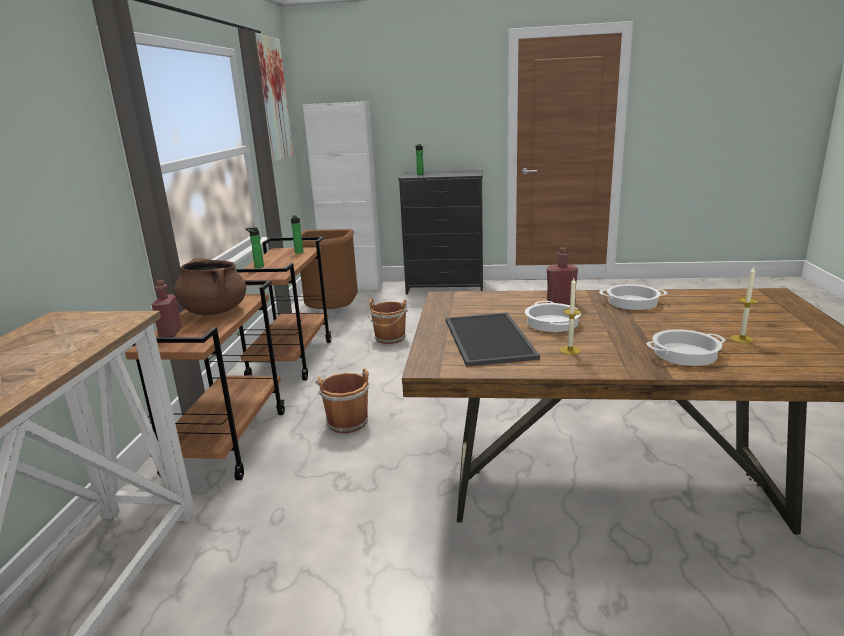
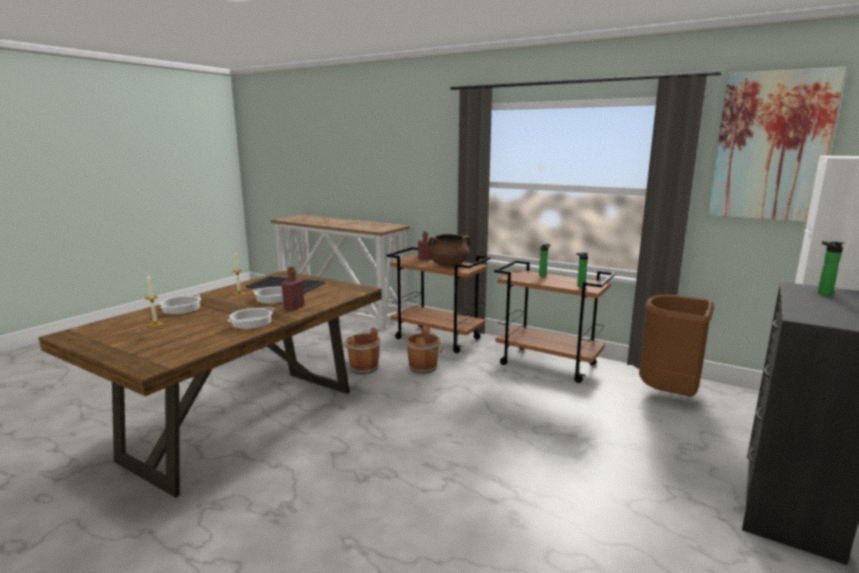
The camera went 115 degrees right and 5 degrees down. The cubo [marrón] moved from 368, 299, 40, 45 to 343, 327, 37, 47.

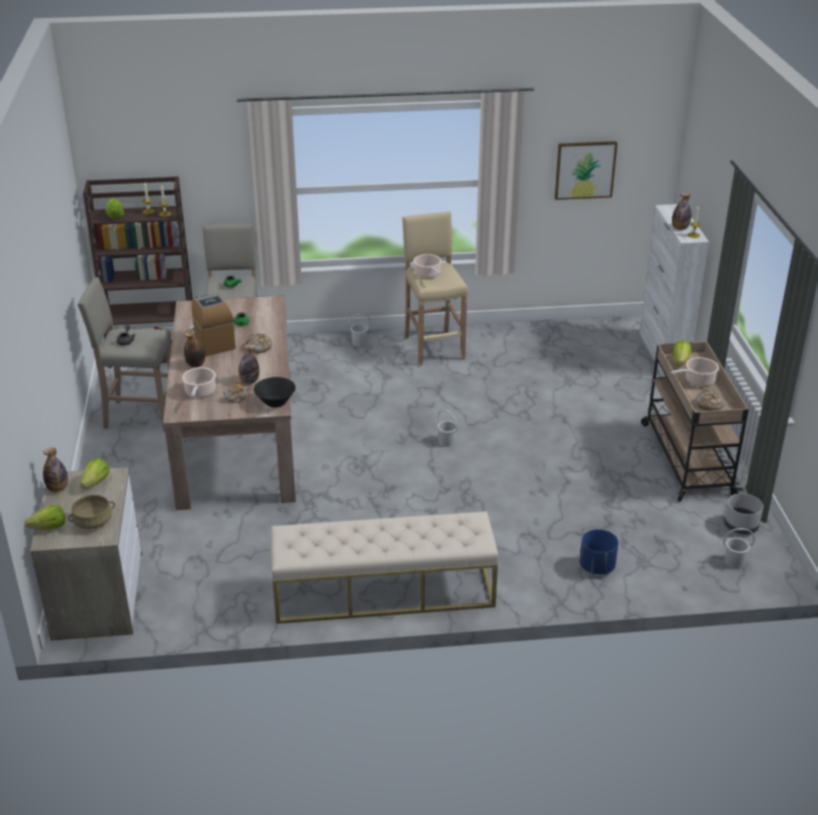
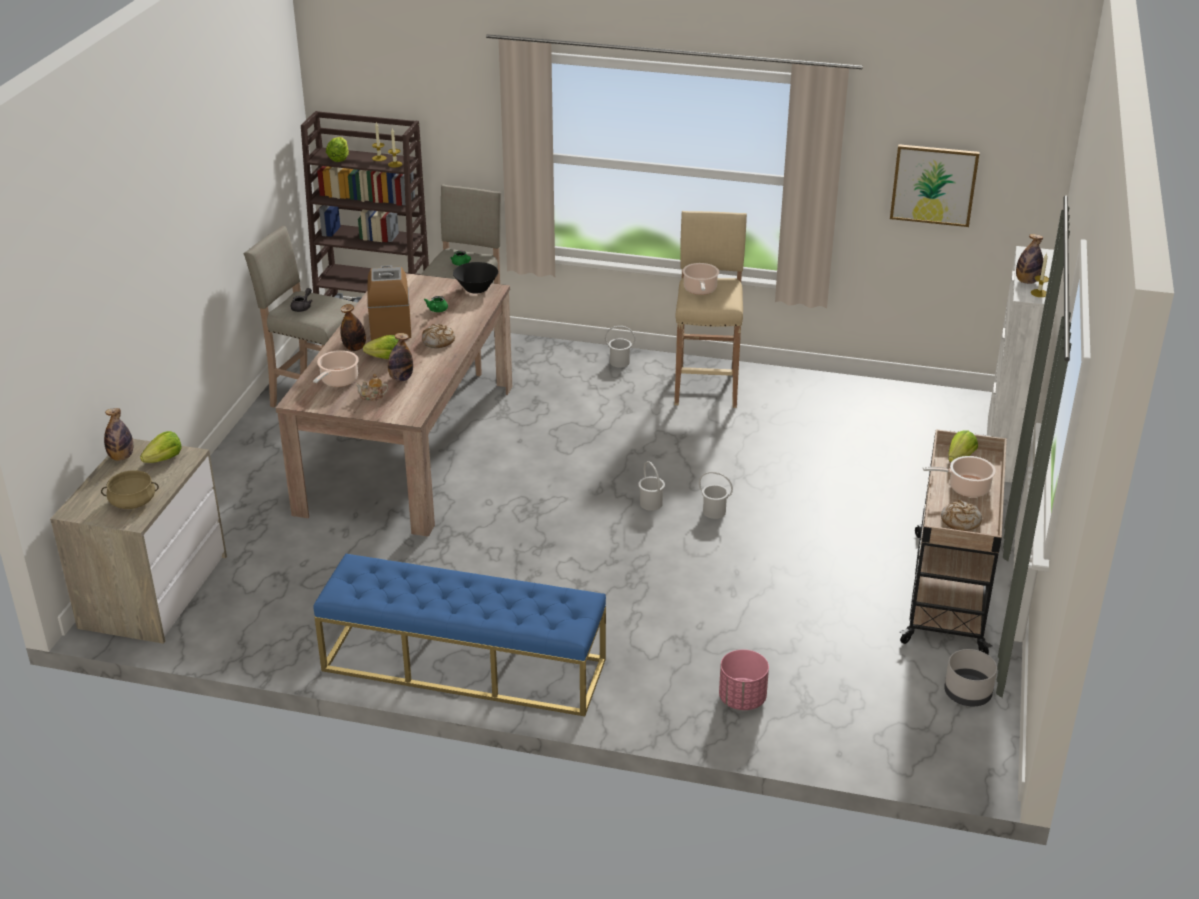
The camera went 20 degrees right and 0 degrees up. The lechuga moved from 25, 505, 40, 25 to 363, 335, 36, 24. The cuenco [negro] moved from 254, 377, 42, 31 to 453, 262, 45, 32. The cubo [blanco] moved from 723, 528, 32, 40 to 699, 471, 34, 48. The banco [beis] at 271, 511, 227, 113 became the banco [azul] at 314, 554, 292, 162. The maceta [azul] at 580, 529, 39, 46 became the maceta [rosa] at 719, 650, 50, 60.

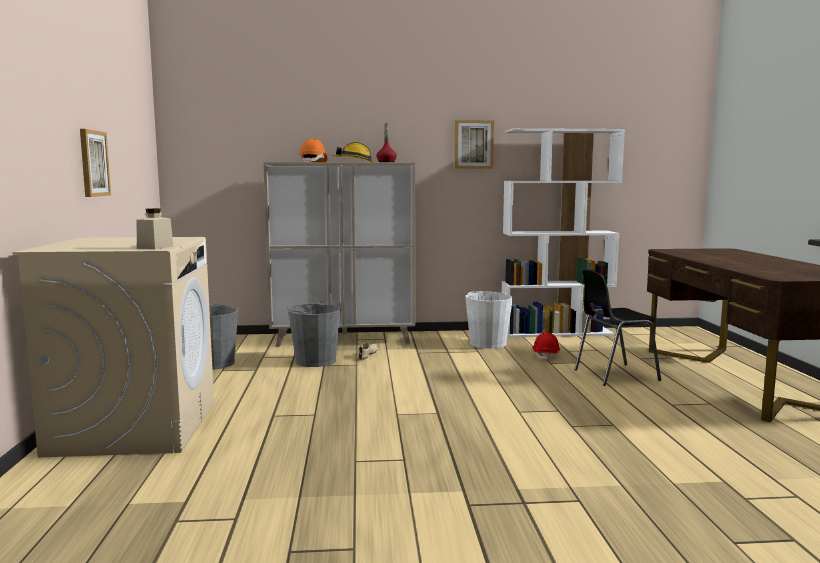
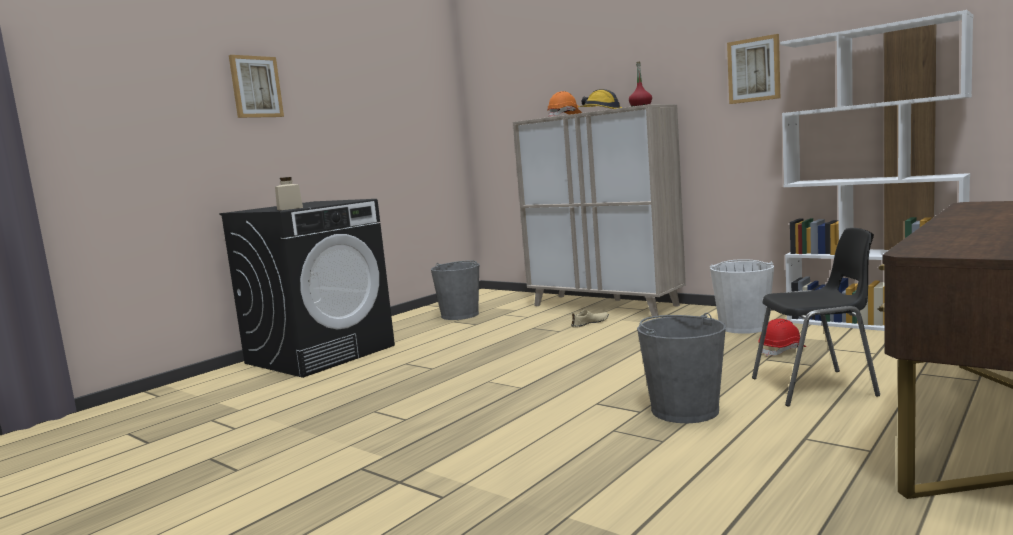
The camera went 45 degrees right and 0 degrees up. The cuadro moved from 80, 129, 31, 68 to 229, 55, 55, 63. The cubo [gris] moved from 287, 301, 54, 66 to 637, 313, 89, 110. The lavadora [beis] at 12, 237, 202, 220 became the lavadora [negro] at 219, 199, 176, 179. The silla [negro] at 574, 269, 87, 117 turned 150 degrees clockwise.

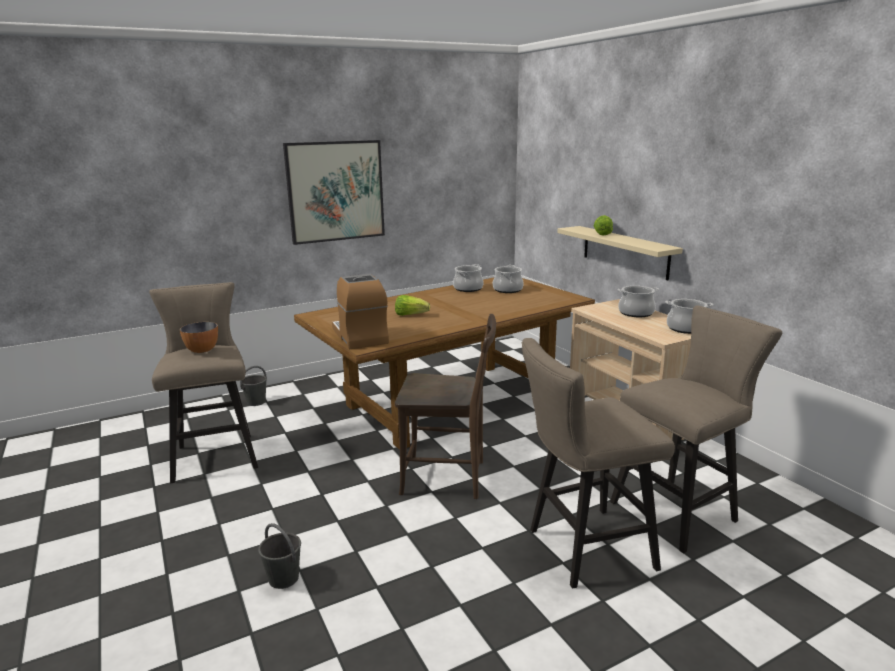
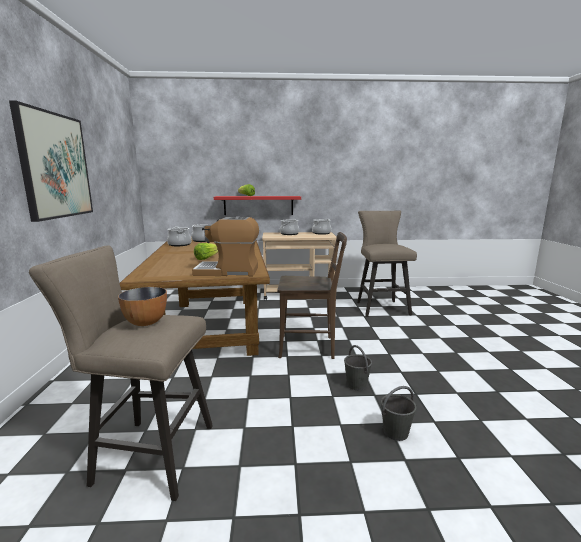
The camera went 65 degrees left and 5 degrees down. The taburete [beis] at 522, 338, 153, 251 disappeared. The cubo [gris] moved from 240, 366, 27, 40 to 344, 345, 28, 45. The estante [beis] at 557, 226, 126, 54 became the estante [rojo] at 214, 196, 87, 19. The silla [marrón] at 395, 314, 101, 185 turned 60 degrees clockwise.

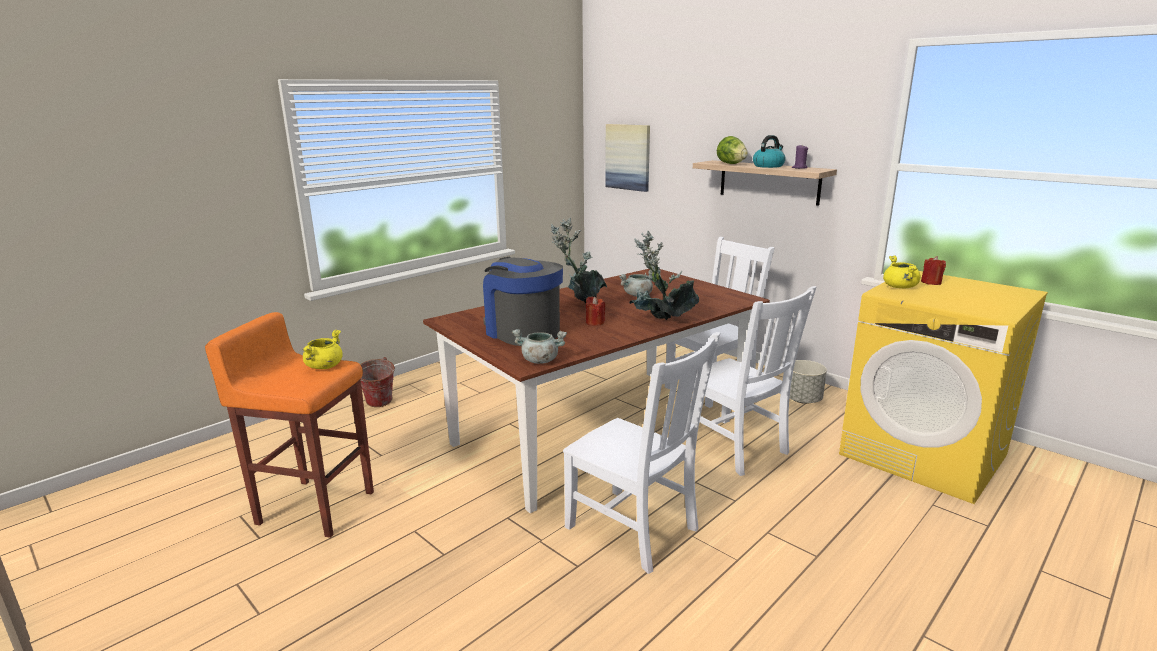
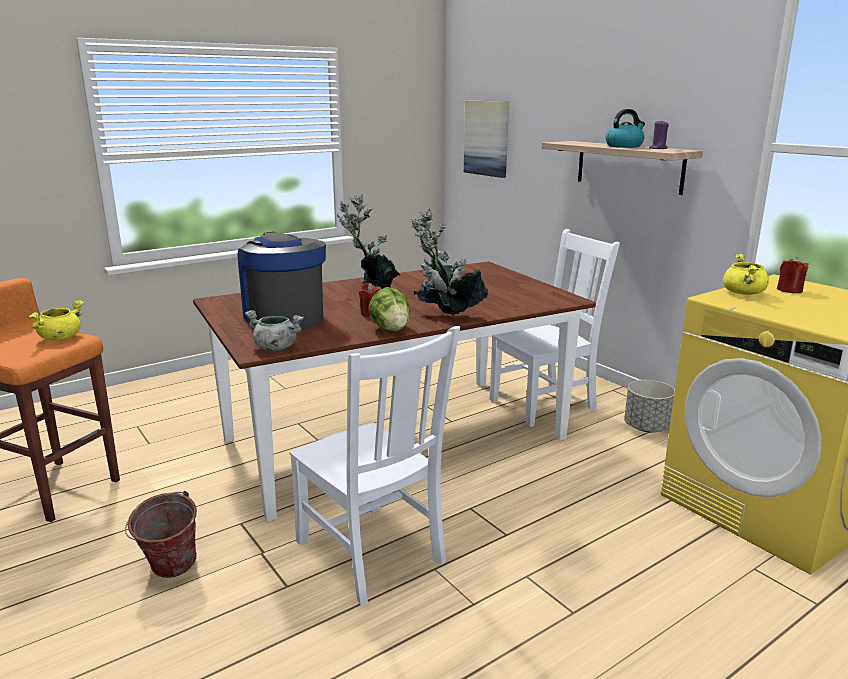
The camera went 10 degrees right and 0 degrees up. The silla [blanco] at 685, 286, 131, 190 disappeared. The cubo moved from 360, 357, 35, 50 to 125, 491, 72, 87. The lechuga moved from 717, 136, 31, 28 to 368, 287, 42, 45.

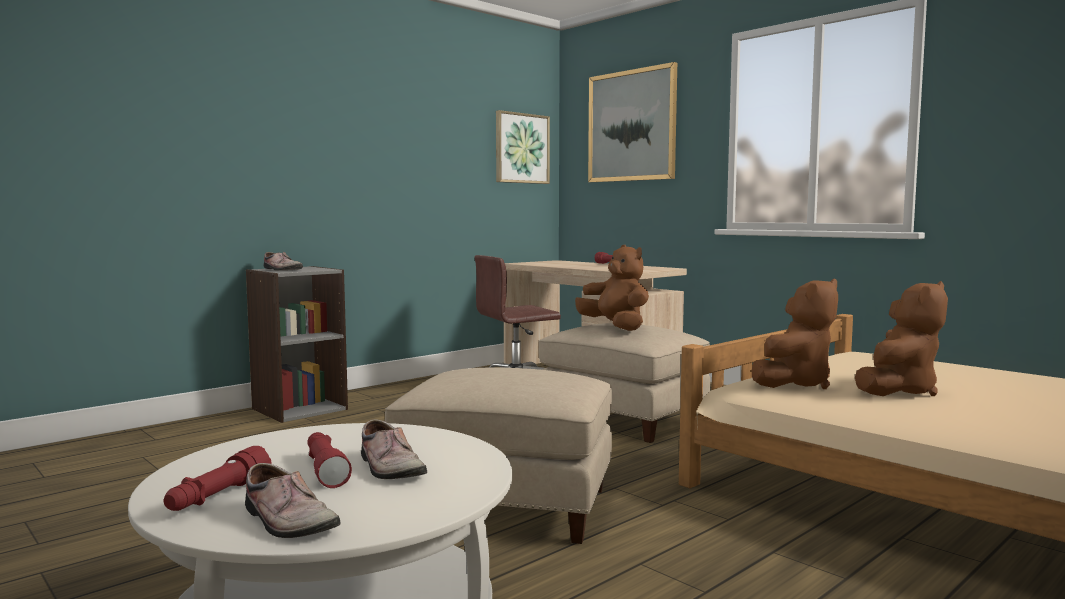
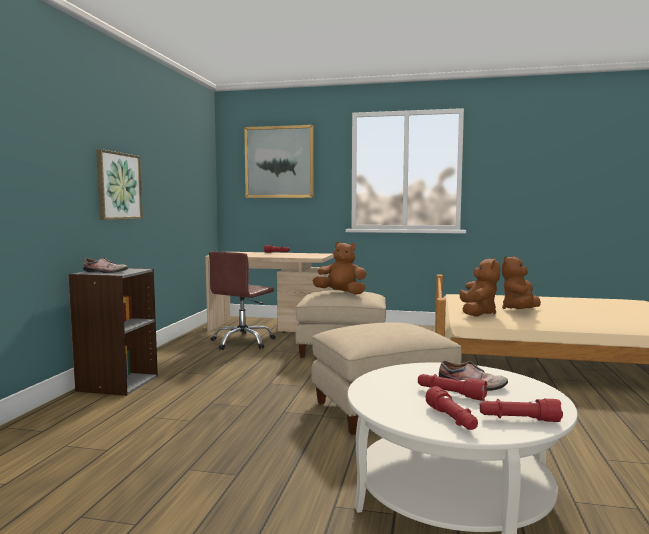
The camera went 35 degrees left and 0 degrees up. The cuadro moved from 496, 110, 54, 74 to 96, 149, 47, 71. The zapato at 245, 463, 96, 75 was replaced by the linterna [rojo] at 479, 399, 84, 23. The peluche [marrón] at 855, 281, 93, 115 turned 150 degrees counterclockwise.

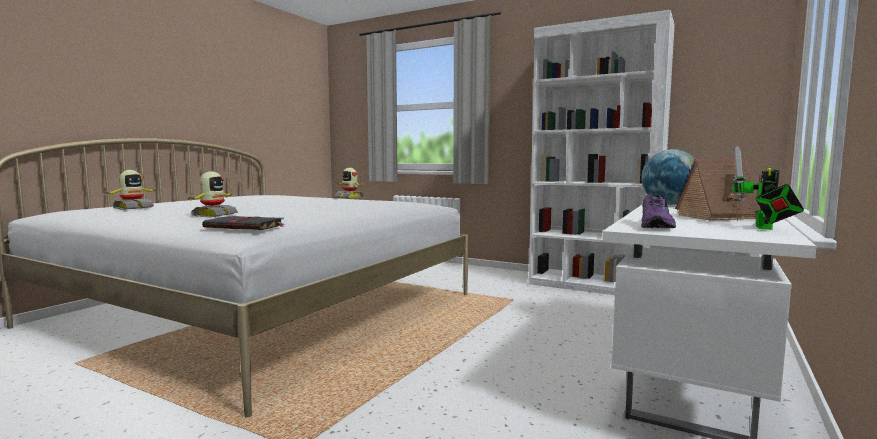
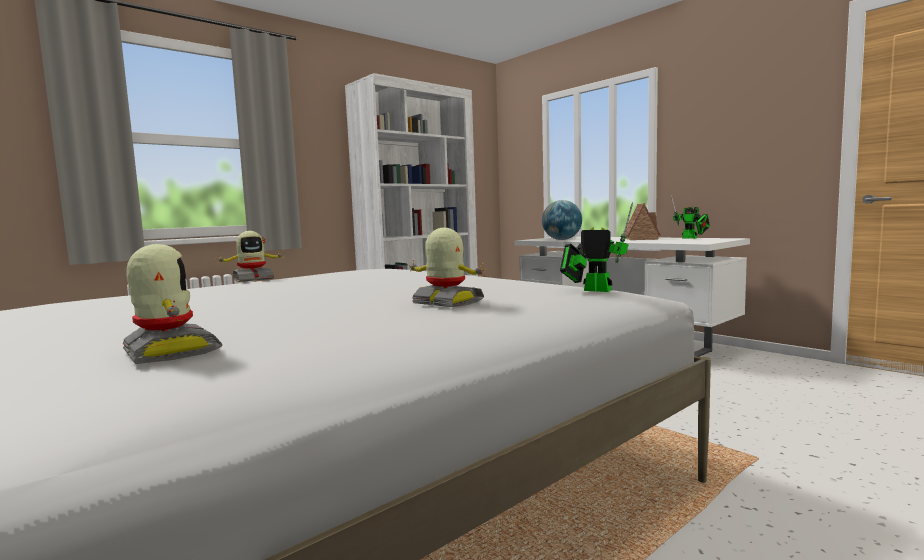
The camera went 70 degrees left and 0 degrees up. The zapato [morado] at 641, 193, 35, 35 disappeared. The libro [negro] at 202, 215, 83, 15 was replaced by the robot de juguete at 560, 202, 73, 90.

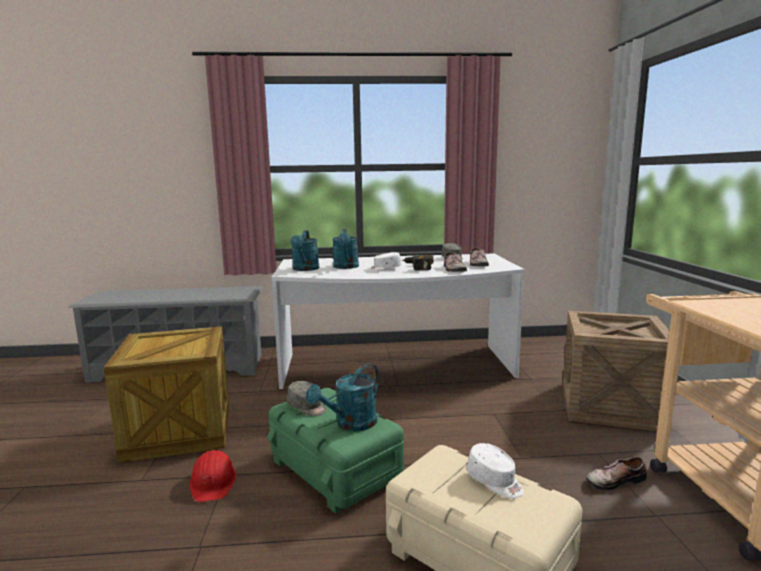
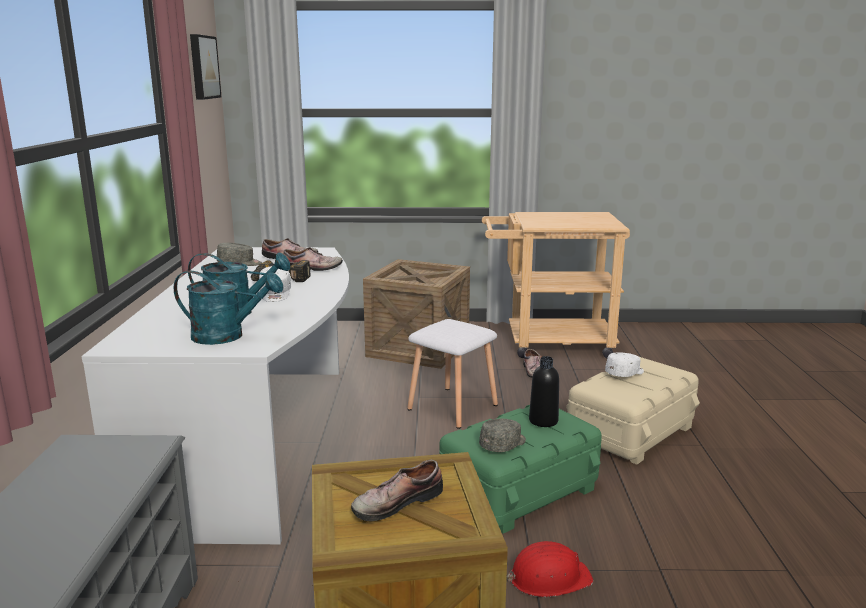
The camera went 85 degrees left and 5 degrees up. The cuadro at 190, 34, 31, 66 appeared. The zapato at 351, 460, 92, 61 appeared. The taburete [blanco] at 407, 319, 91, 110 appeared. The regadera [turquesa] at 306, 363, 73, 68 was replaced by the botella [negro] at 529, 356, 30, 71.

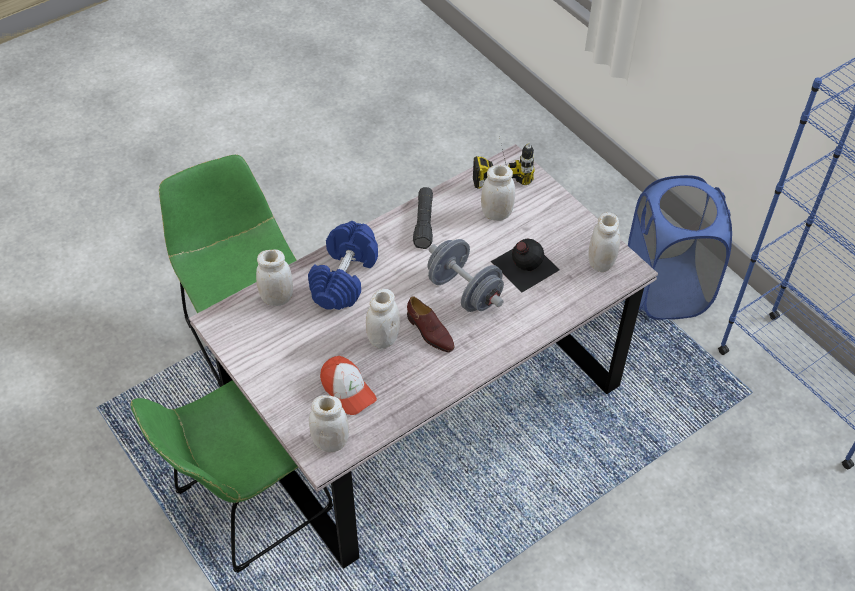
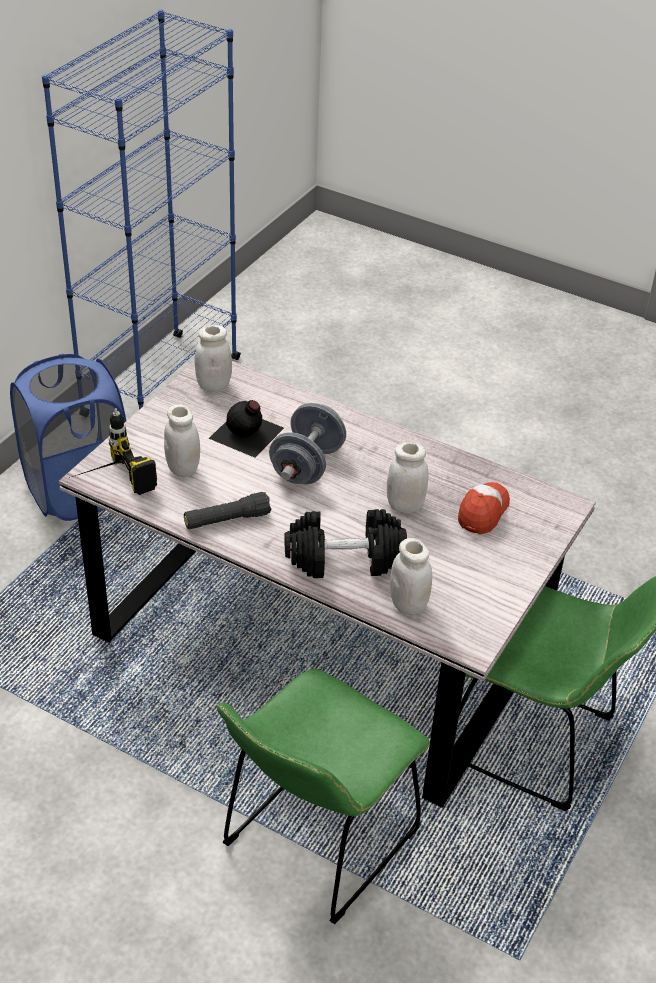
The camera went 115 degrees left and 10 degrees down. The tarro [blanco] at 309, 395, 40, 57 disappeared. The zapato [marrón] at 407, 297, 48, 55 disappeared. The mancuerna [azul] at 308, 221, 70, 89 became the mancuerna [negro] at 284, 509, 123, 69.

